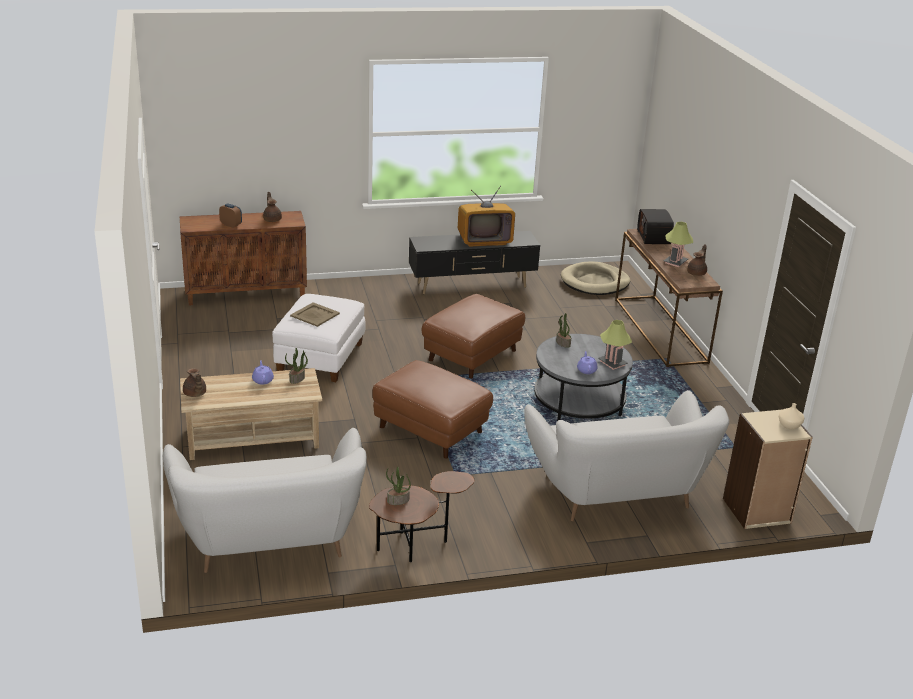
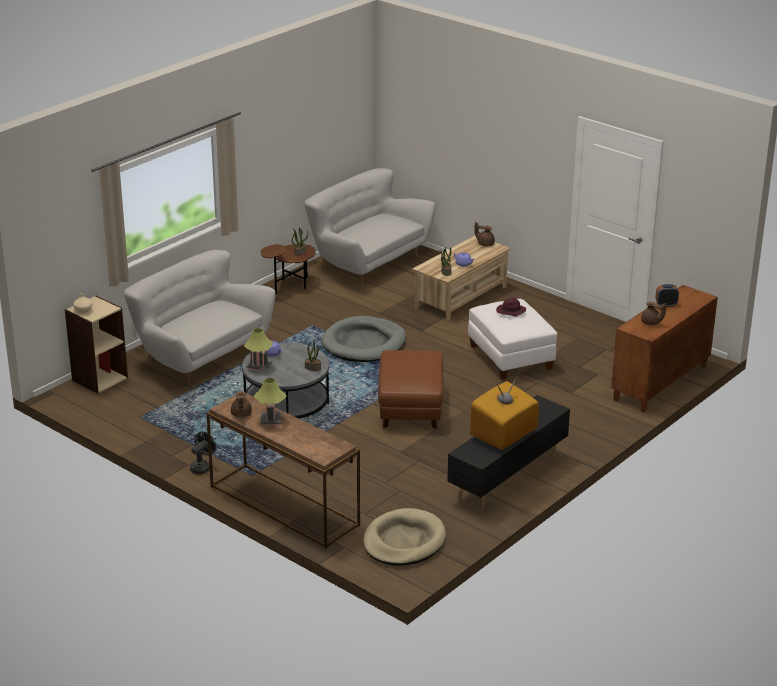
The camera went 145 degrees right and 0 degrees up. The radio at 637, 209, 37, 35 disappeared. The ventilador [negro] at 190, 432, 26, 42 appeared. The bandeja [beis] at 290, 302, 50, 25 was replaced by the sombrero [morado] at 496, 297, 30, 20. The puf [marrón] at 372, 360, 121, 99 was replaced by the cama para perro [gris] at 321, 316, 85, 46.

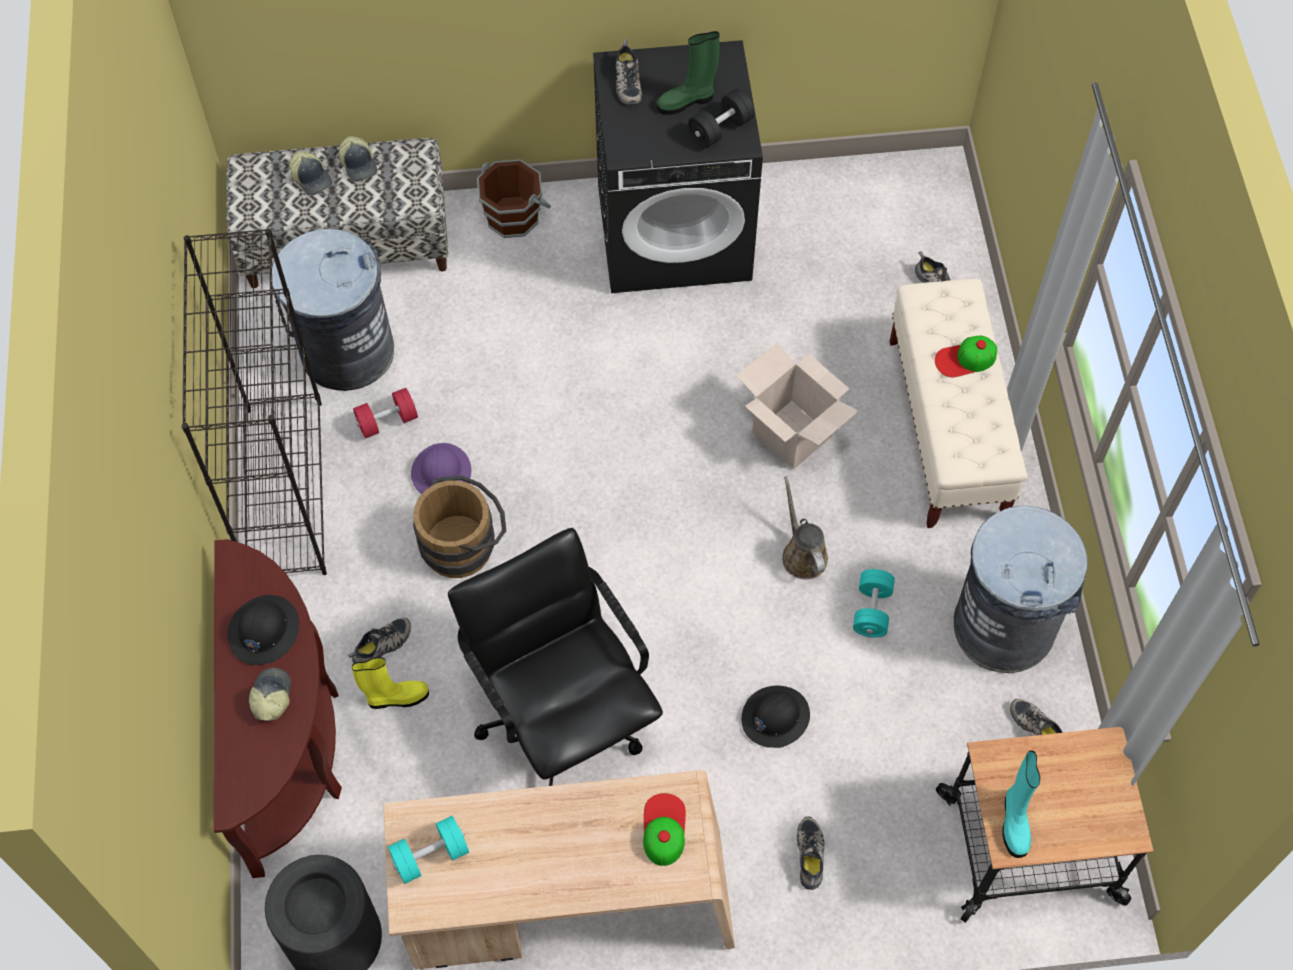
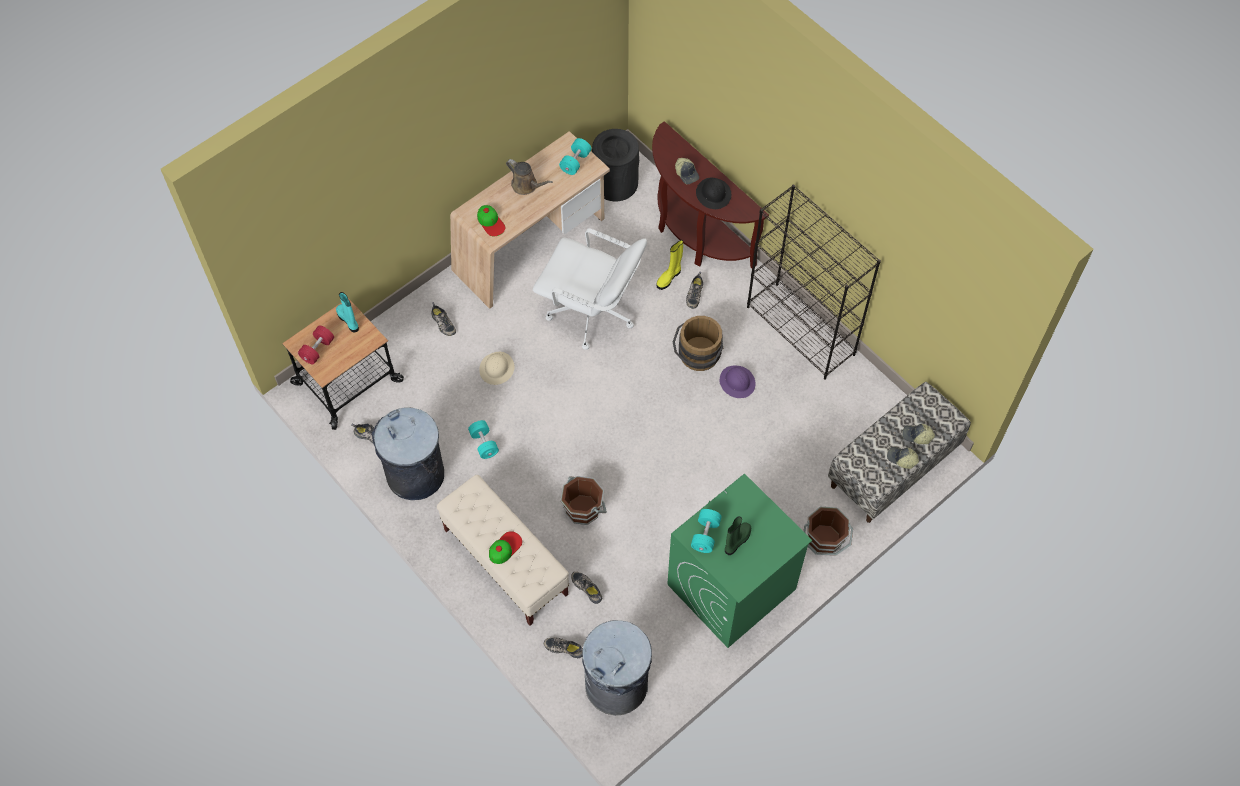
The camera went 145 degrees right and 0 degrees up. The papelera [gris] moved from 272, 229, 122, 162 to 582, 620, 70, 95. The mancuerna [rojo] moved from 353, 388, 65, 50 to 298, 325, 36, 40. The zapato moved from 616, 39, 26, 67 to 571, 571, 31, 33. The regadera [marrón] moved from 782, 476, 46, 104 to 506, 159, 47, 36. The caja de cartón at 736, 343, 122, 126 was replaced by the cubo [marrón] at 560, 476, 47, 49. The silla de oficina [negro] at 448, 528, 215, 258 became the silla de oficina [blanco] at 533, 228, 114, 122. The lavadora [negro] at 593, 40, 170, 253 became the lavadora [verde] at 667, 474, 145, 174. The mancuerna [negro] at 688, 89, 67, 59 became the mancuerna [turquesa] at 691, 509, 31, 44. The casco [negro] at 742, 686, 68, 62 became the casco [beis] at 479, 352, 35, 33.

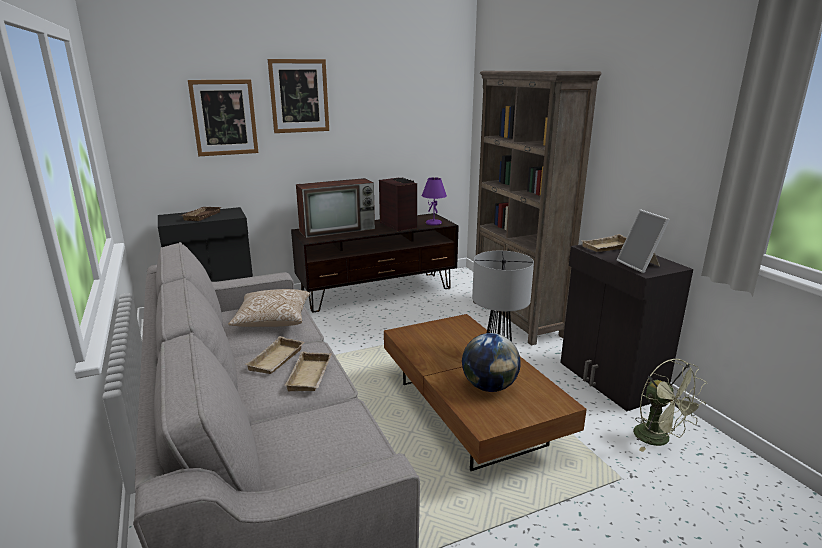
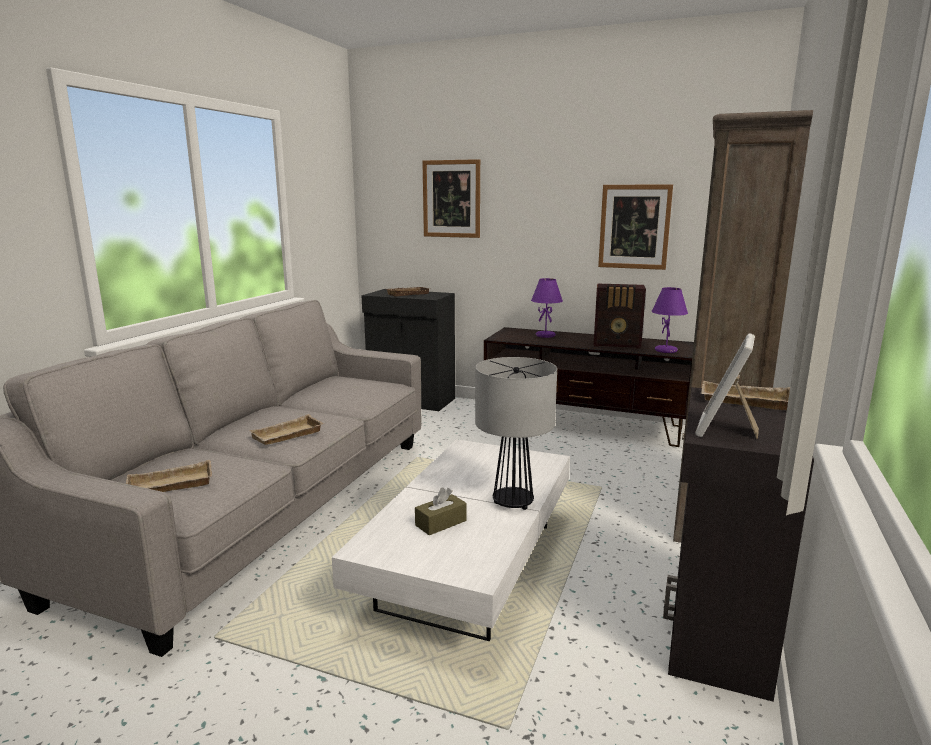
The camera went 45 degrees right and 5 degrees down. The cojín at 228, 289, 82, 38 disappeared. The ventilador [verde] at 633, 359, 74, 93 disappeared. The bandeja [beis] moved from 245, 336, 59, 38 to 126, 460, 86, 32. The cuadro moved from 268, 59, 61, 74 to 598, 184, 75, 86. The televisor at 296, 178, 79, 60 was replaced by the lámpara de mesa [morado] at 531, 278, 32, 60. The globo terráqueo at 462, 333, 58, 59 was replaced by the caja de pañuelos [marrón] at 415, 488, 52, 47. The mesa de centro [marrón] at 384, 314, 203, 157 became the mesa de centro [blanco] at 332, 439, 238, 202. The radio at 379, 177, 38, 55 turned 90 degrees clockwise.

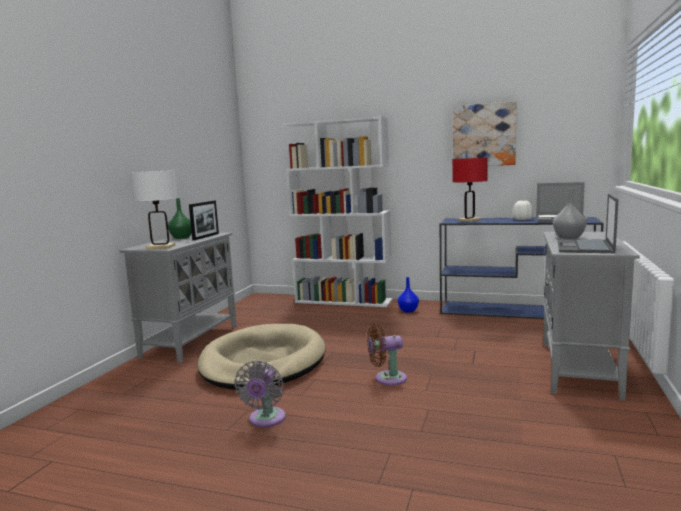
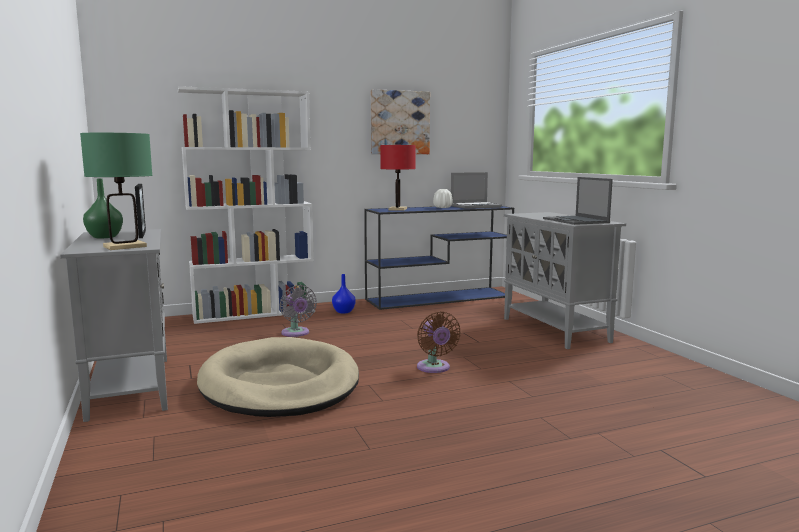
The camera went 40 degrees left and 0 degrees up. The florero [gris] at 553, 188, 34, 51 disappeared. The ventilador [gris] moved from 234, 361, 52, 66 to 280, 285, 37, 52. The lámpara de mesa [blanco] at 130, 170, 48, 79 became the lámpara de mesa [verde] at 80, 133, 73, 117. The ventilador [marrón] at 367, 323, 40, 63 turned 60 degrees counterclockwise.

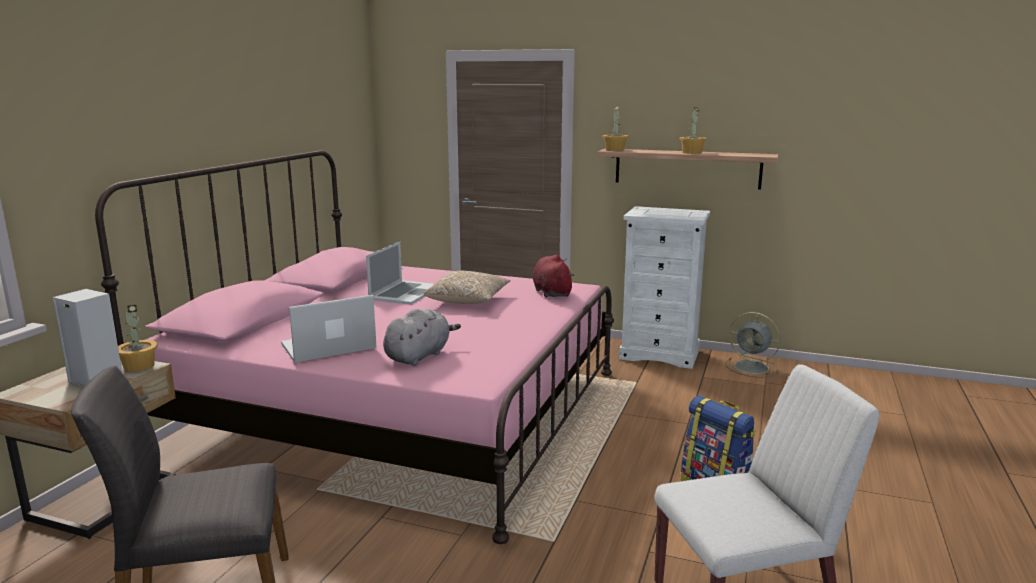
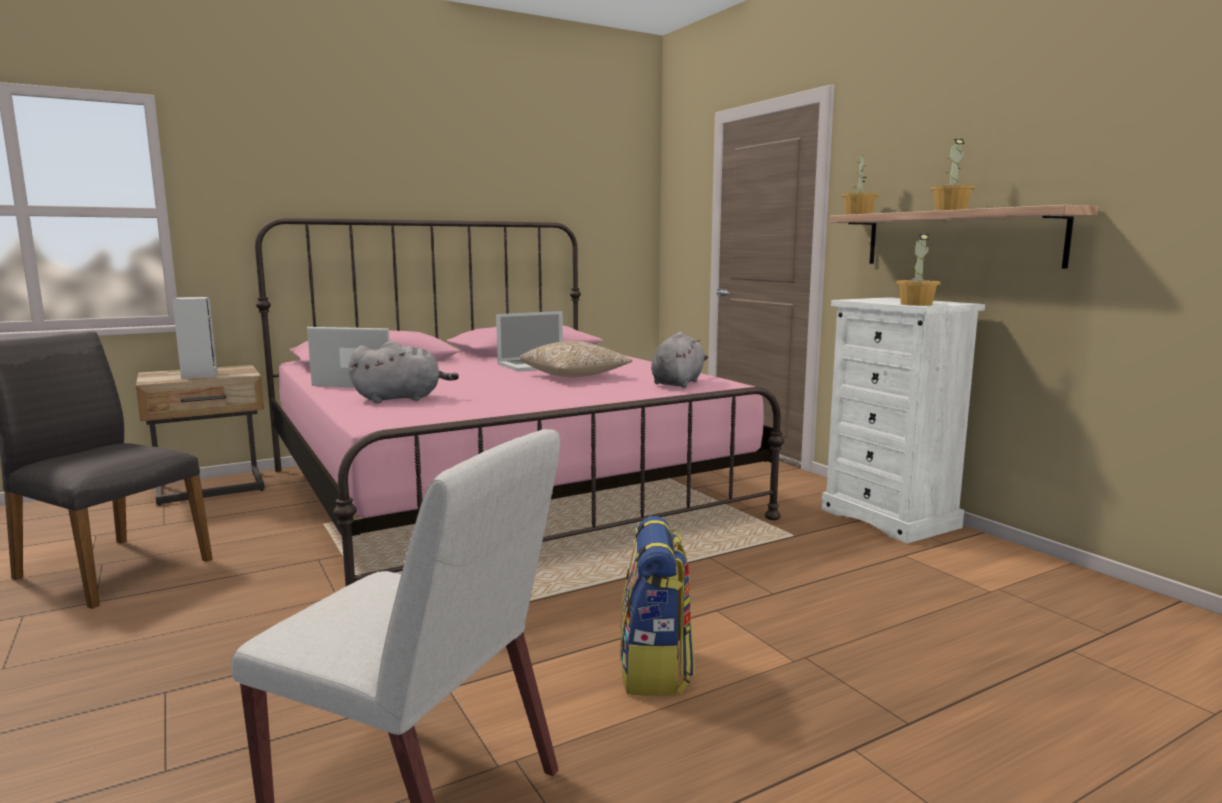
The camera went 40 degrees right and 5 degrees down. The ventilador [gris] at 726, 312, 55, 66 disappeared. The planta en maceta moved from 118, 305, 40, 67 to 896, 234, 45, 72. The peluche [rojo] at 533, 255, 41, 42 became the peluche [gris] at 651, 332, 57, 56.

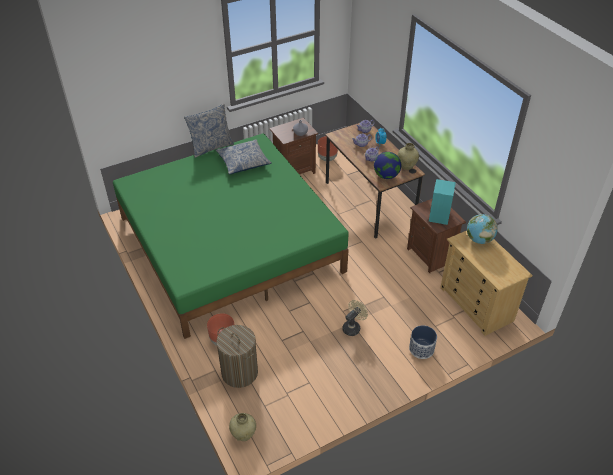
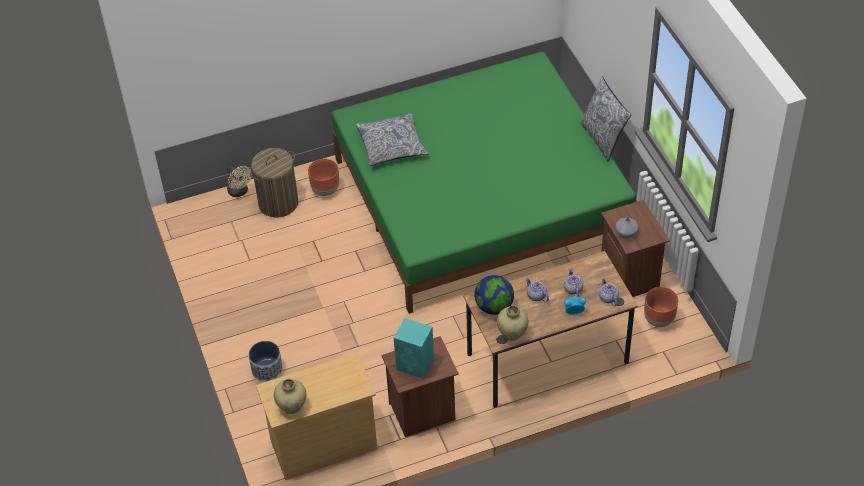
The camera went 100 degrees right and 5 degrees up. The globo terráqueo at 467, 214, 31, 30 disappeared. The cojín moved from 216, 140, 56, 35 to 355, 113, 73, 53. The florero [beis] moved from 229, 413, 27, 28 to 274, 379, 32, 35. The ventilador [beis] moved from 342, 300, 26, 36 to 227, 165, 25, 32.

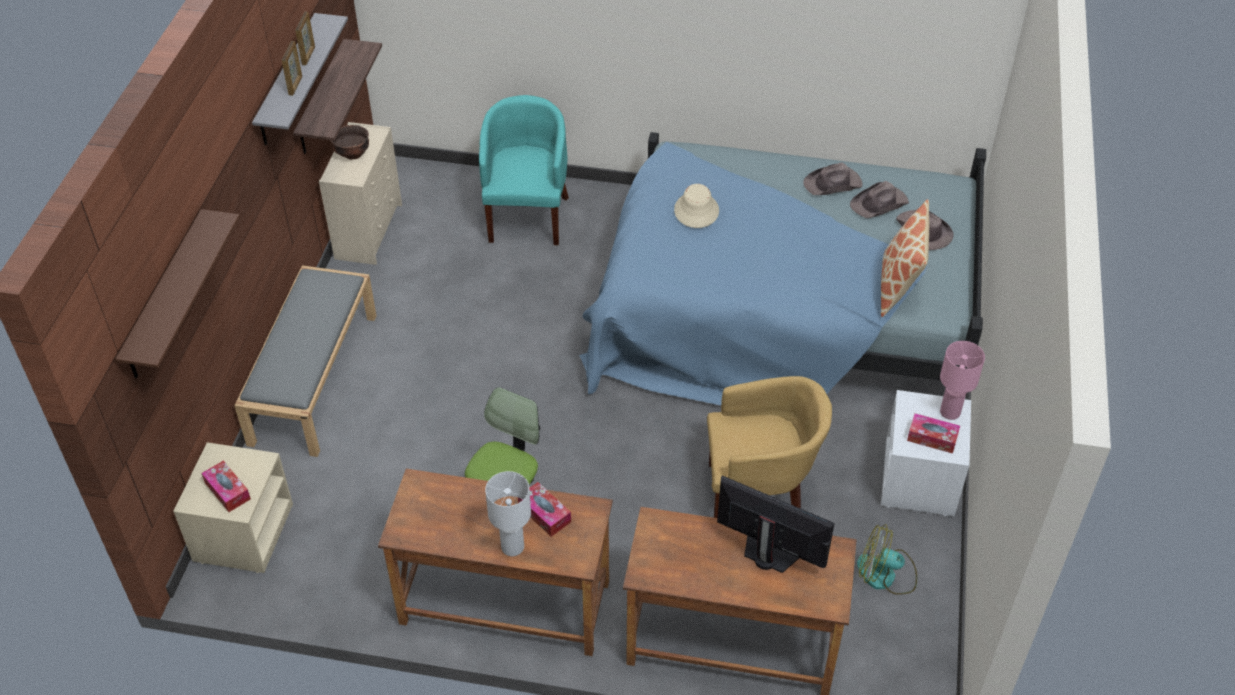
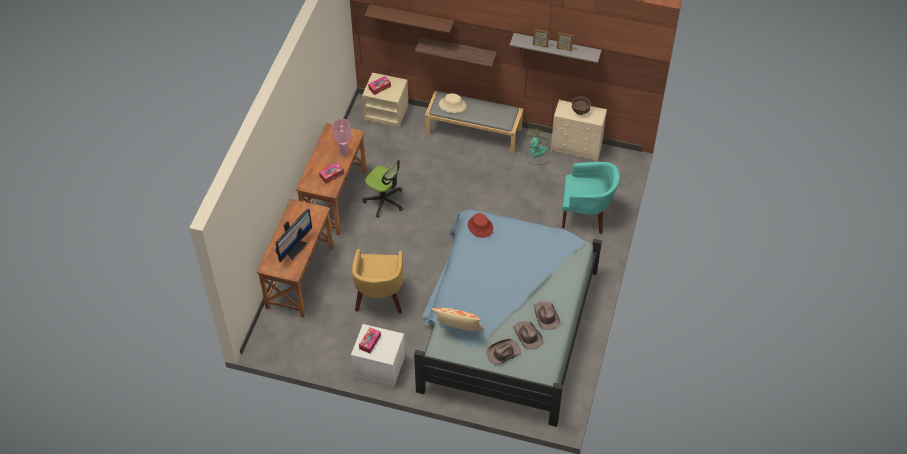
The camera went 95 degrees right and 5 degrees up. The lámpara de mesa [blanco] at 485, 471, 46, 85 disappeared. The sombrero [rojo] at 468, 213, 25, 25 appeared. The estante moved from 293, 39, 89, 115 to 415, 37, 82, 30. The sombrero [beis] moved from 674, 184, 45, 44 to 439, 93, 27, 20. The ventilador moved from 857, 524, 60, 71 to 524, 128, 26, 37. The lámpara de mesa [rosa] moved from 940, 341, 45, 79 to 333, 119, 18, 37.

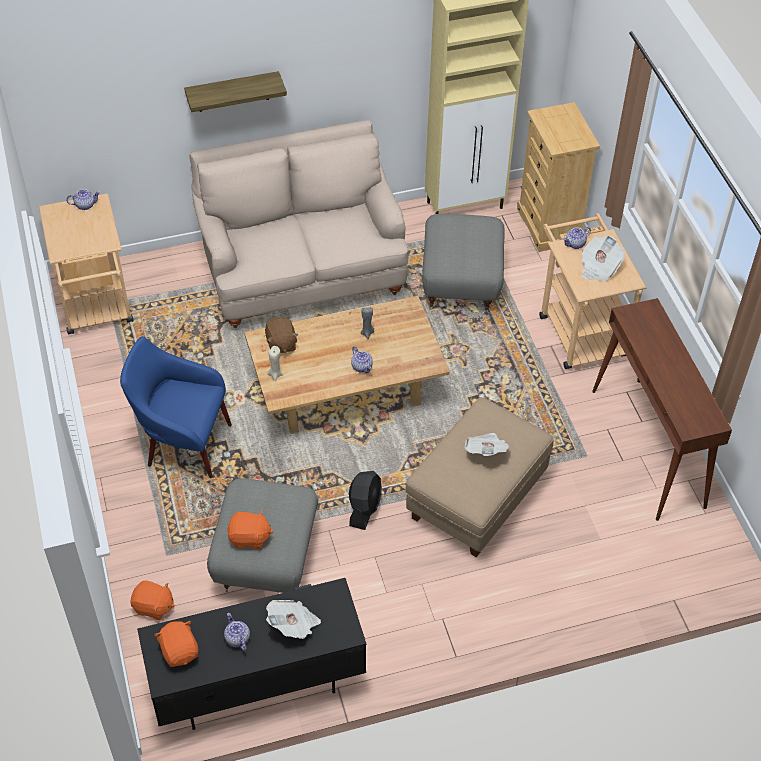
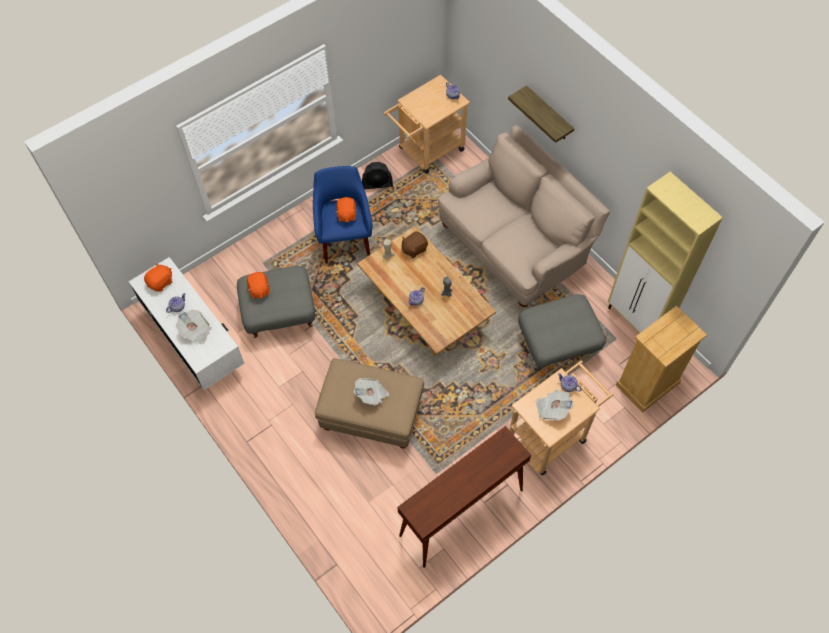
The camera went 70 degrees right and 10 degrees up. The peluche [naranja] moved from 130, 581, 45, 39 to 335, 197, 22, 25. The ventilador [negro] moved from 349, 471, 33, 59 to 362, 162, 31, 27. The mueble de televisión [negro] at 137, 578, 229, 152 became the mueble de televisión [blanco] at 128, 257, 117, 133.

